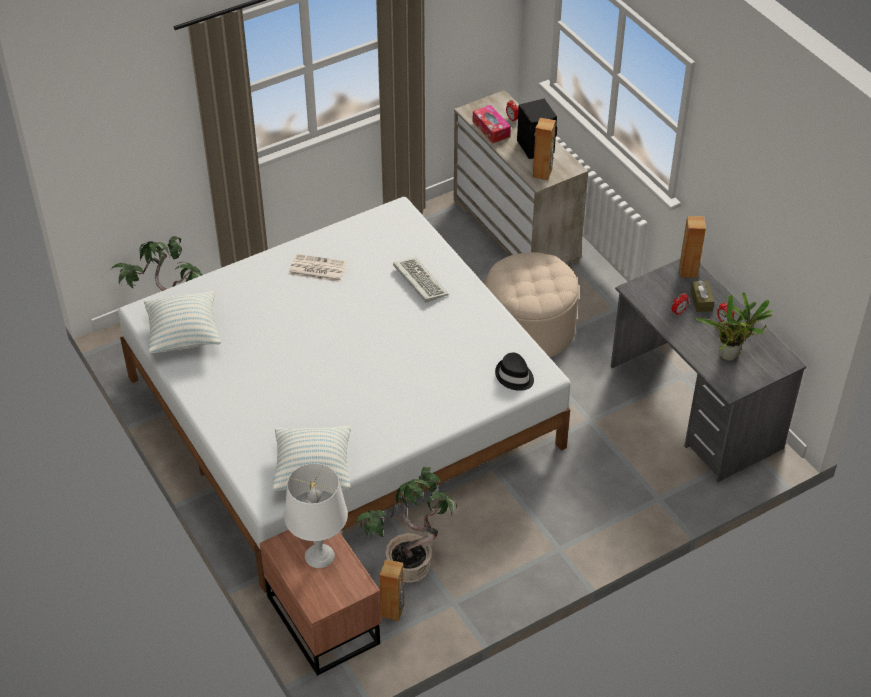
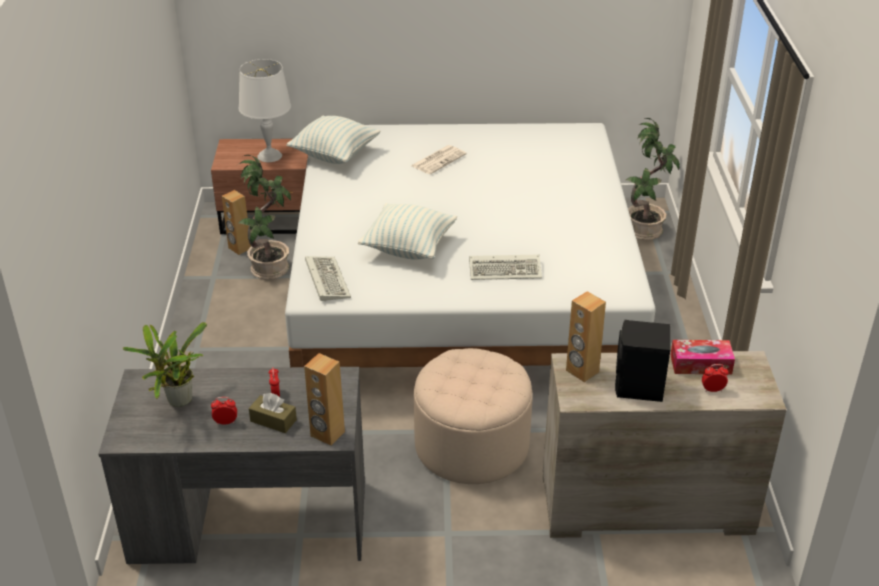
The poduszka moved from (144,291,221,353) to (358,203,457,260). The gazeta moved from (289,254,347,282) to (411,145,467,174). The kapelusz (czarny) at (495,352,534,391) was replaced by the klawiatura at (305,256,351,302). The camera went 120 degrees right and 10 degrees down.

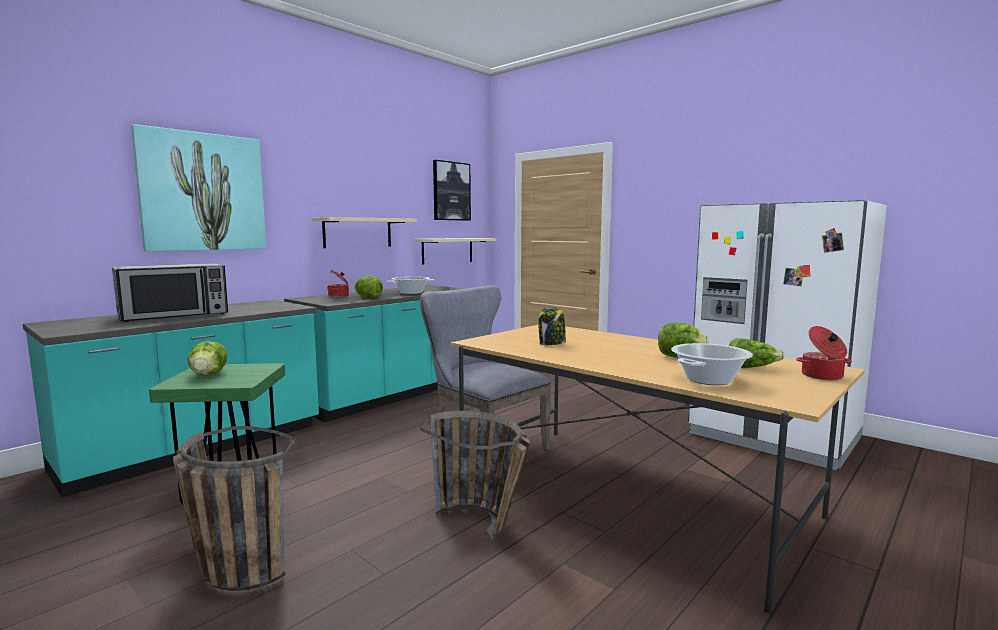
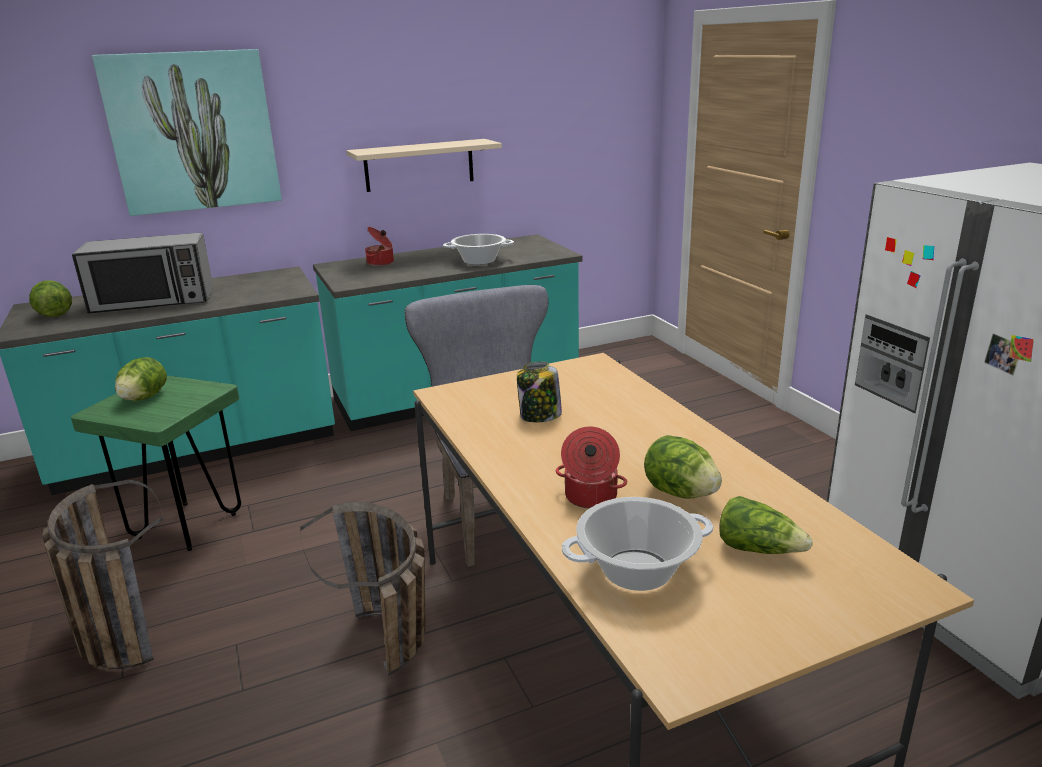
The półka (beżowy) at (414,238,496,264) disappeared. The obraz at (433,160,471,221) disappeared. The sałata moved from (354,276,383,298) to (29,280,72,317). The garnek moved from (796,326,852,380) to (556,427,627,509). The camera went 25 degrees right and 15 degrees up.

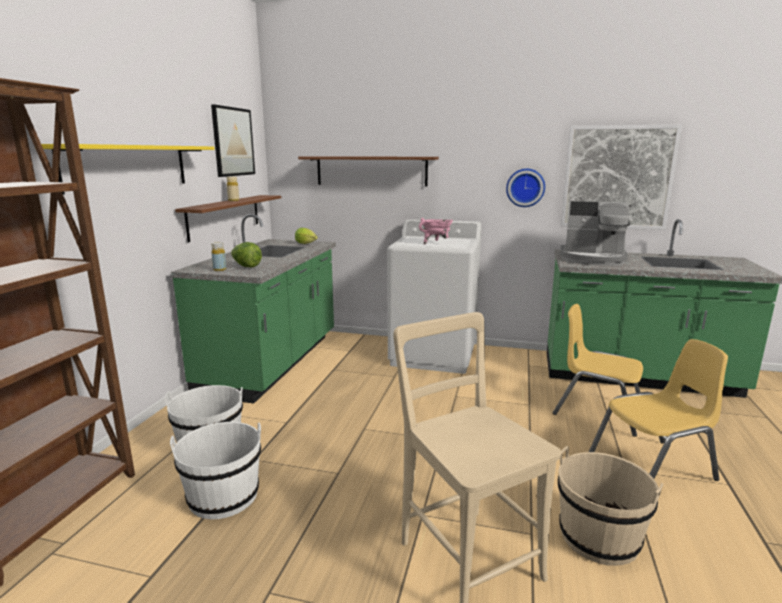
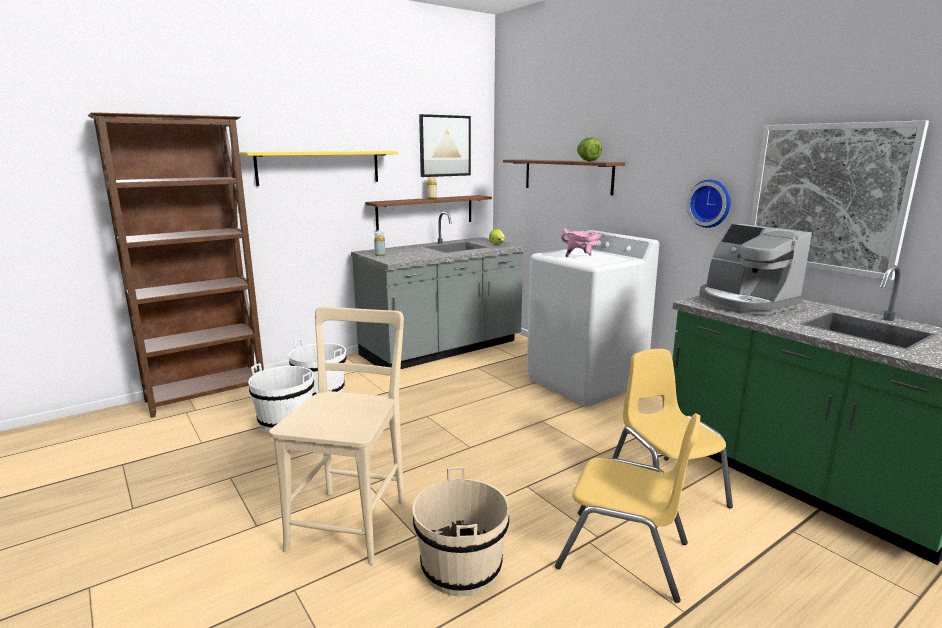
The sałata moved from (231,242,262,268) to (577,137,602,161). The zabudowa kuchenna (zielony) at (171,214,336,404) became the zabudowa kuchenna (szary) at (351,212,527,369). The camera went 40 degrees right and 0 degrees up.

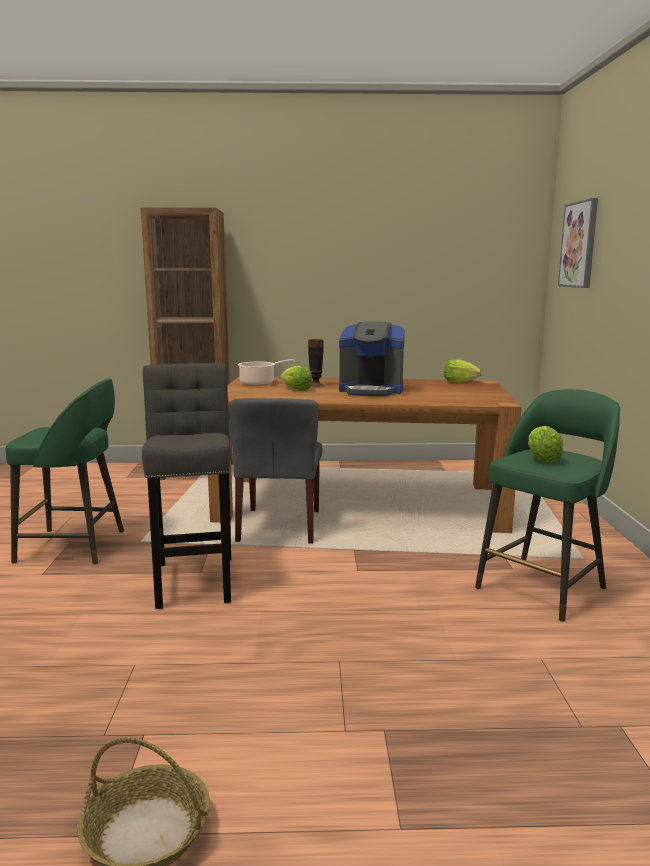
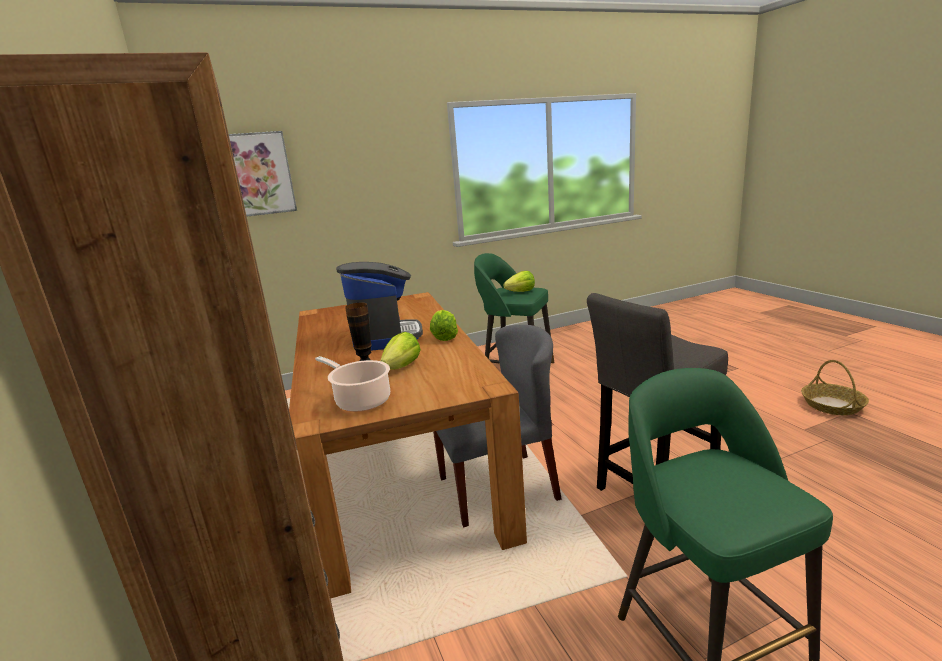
The sałata moved from (444,359,481,383) to (430,310,458,341). The camera went 110 degrees left and 5 degrees up.

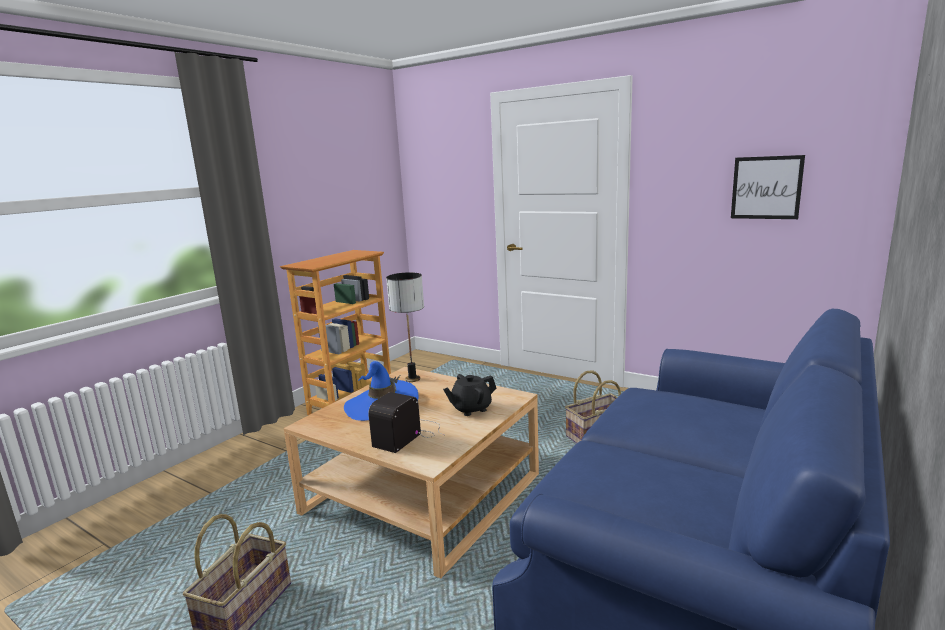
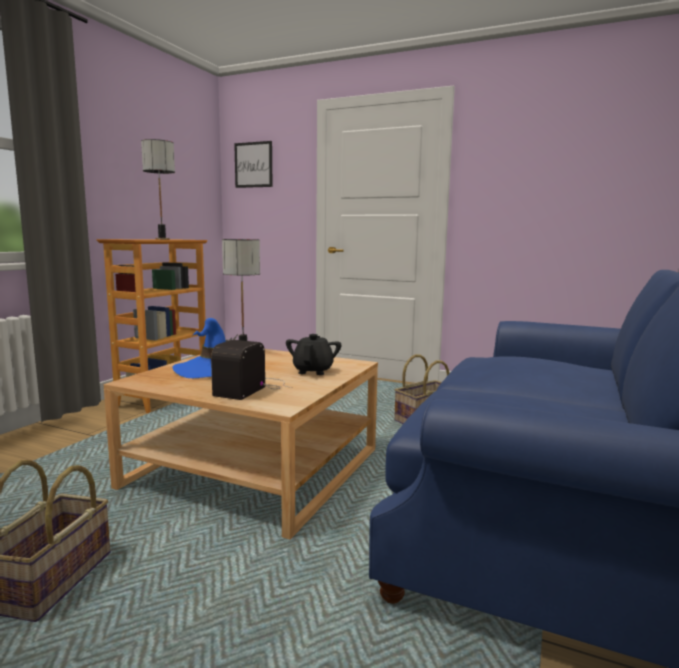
The lampa stołowa at (141,139,175,240) appeared. The obraz moved from (731,155,805,219) to (234,141,272,188). The imbryk (czarny) at (443,374,496,416) turned 135 degrees clockwise. The camera went 10 degrees left and 5 degrees down.

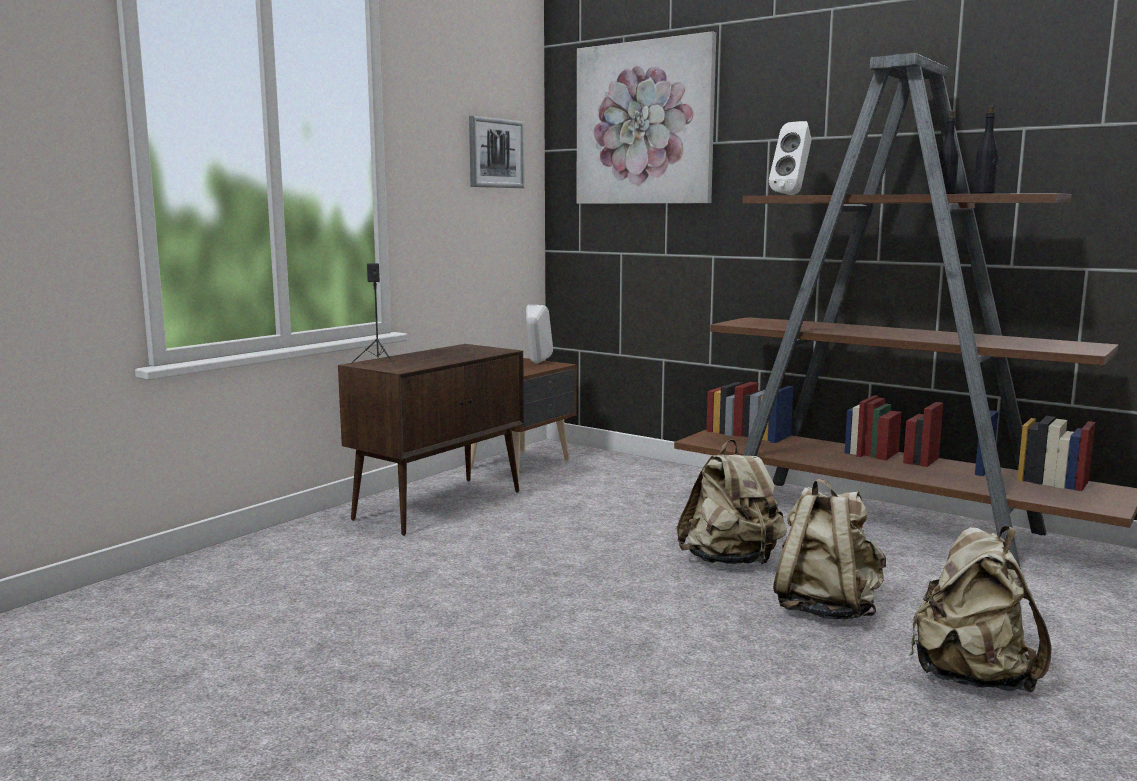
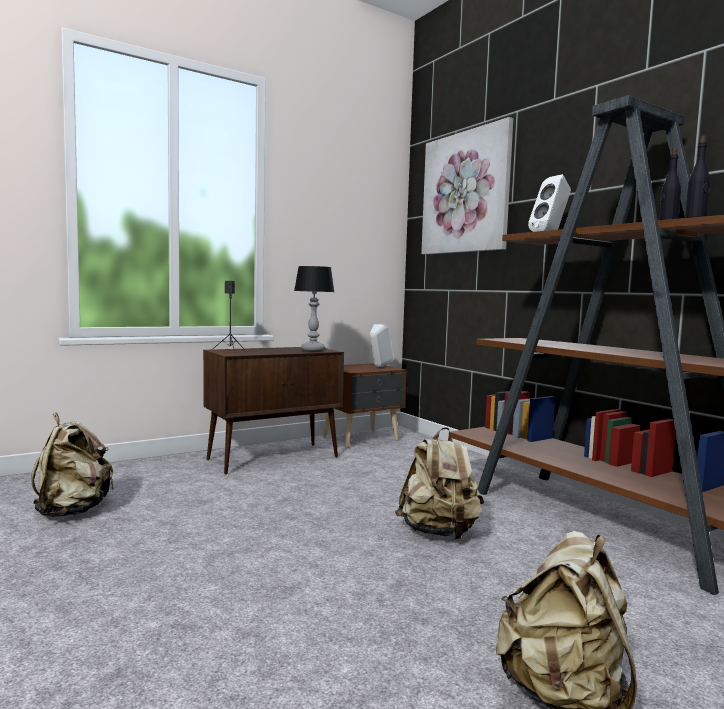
The obraz at (469,116,524,188) disappeared. The lampa stołowa at (294,266,334,351) appeared. The plecak (beżowy) moved from (773,478,886,620) to (31,413,114,517). The camera went 20 degrees right and 5 degrees down.

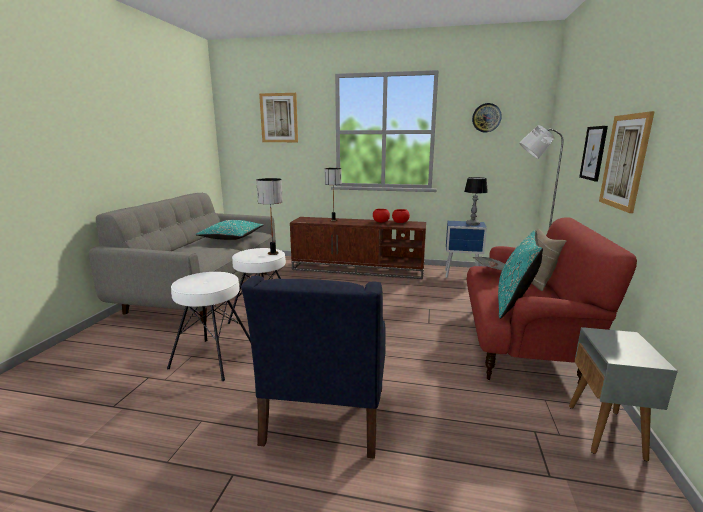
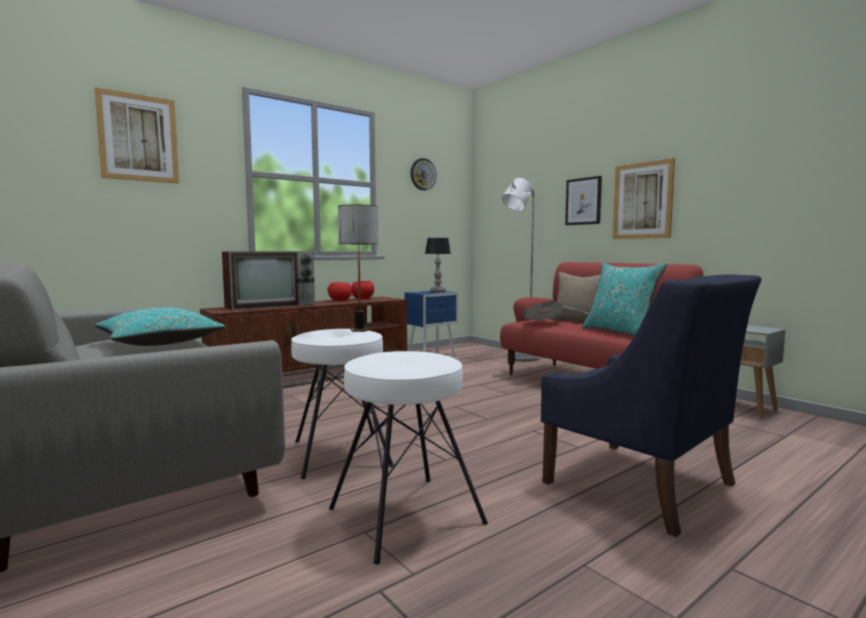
The lampa stołowa at (325,168,342,221) was replaced by the telewizor at (222,251,315,310). The camera went 50 degrees left and 10 degrees down.

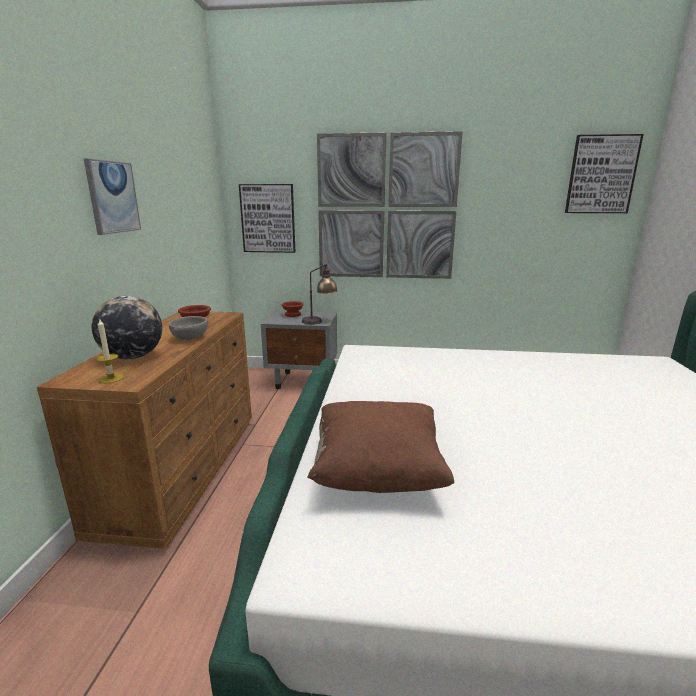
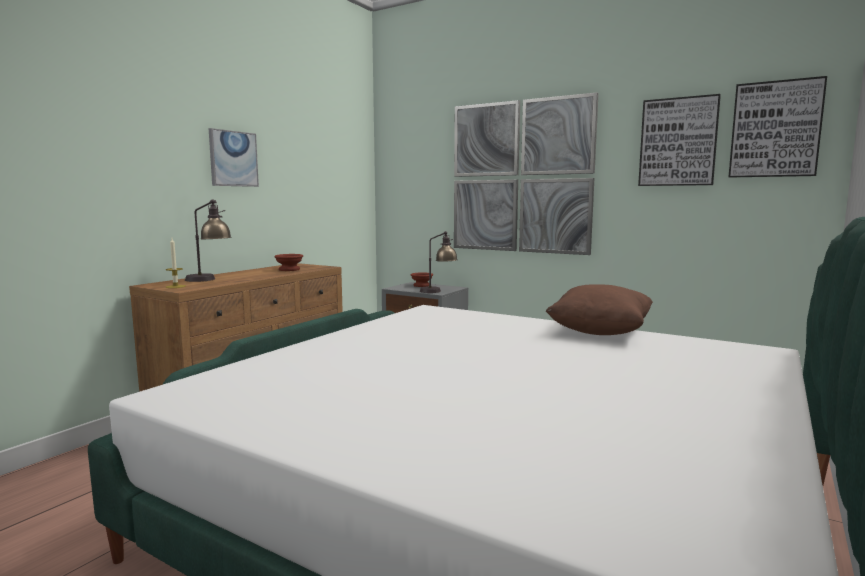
The miska (szary) at (169,316,208,340) disappeared. The obraz moved from (239,184,296,253) to (638,94,721,186). The poduszka (brązowy) moved from (308,401,454,493) to (546,284,653,335). The globus at (92,296,162,359) was replaced by the lampa stołowa at (185,199,232,282). The camera went 25 degrees right and 10 degrees down.

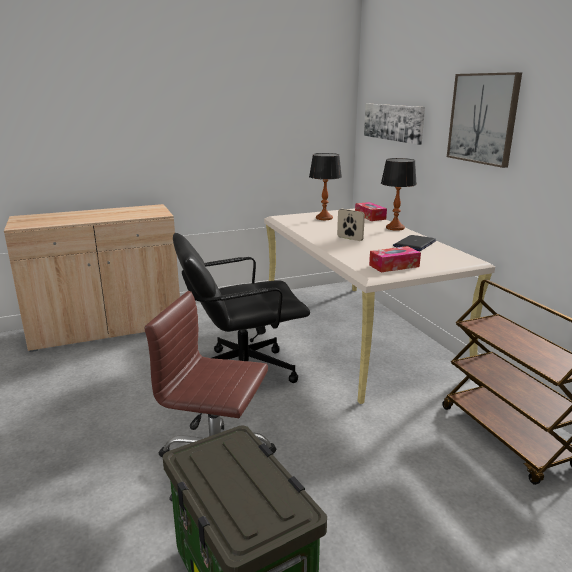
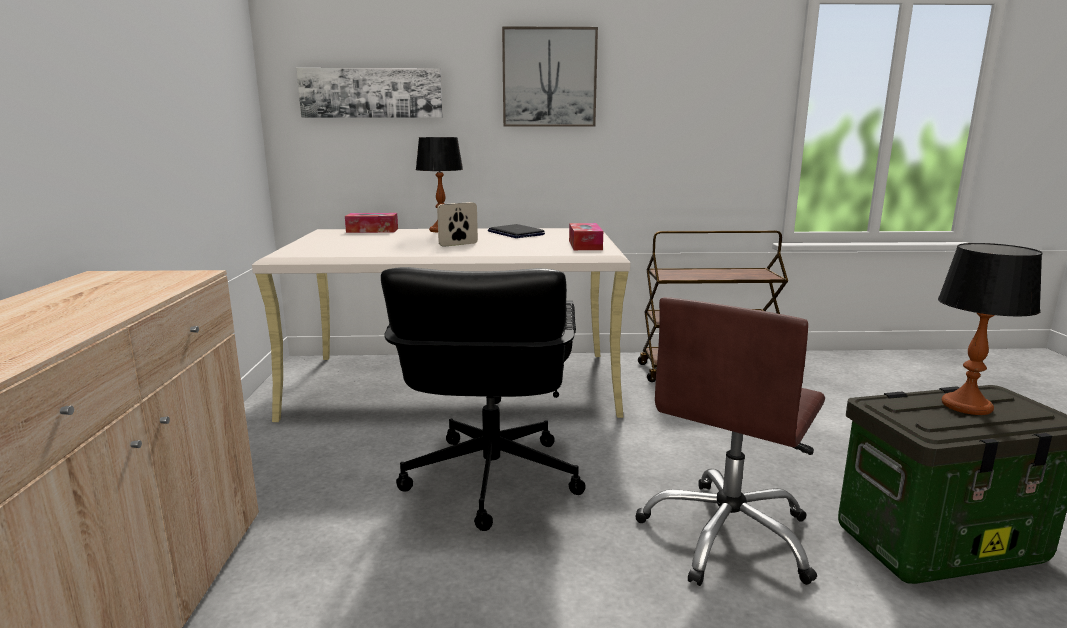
The lampa stołowa moved from (309,153,342,220) to (938,243,1042,415). The camera went 70 degrees left and 5 degrees down.

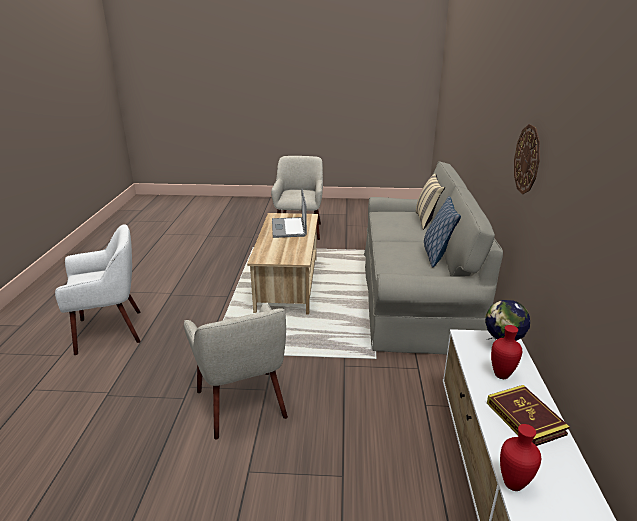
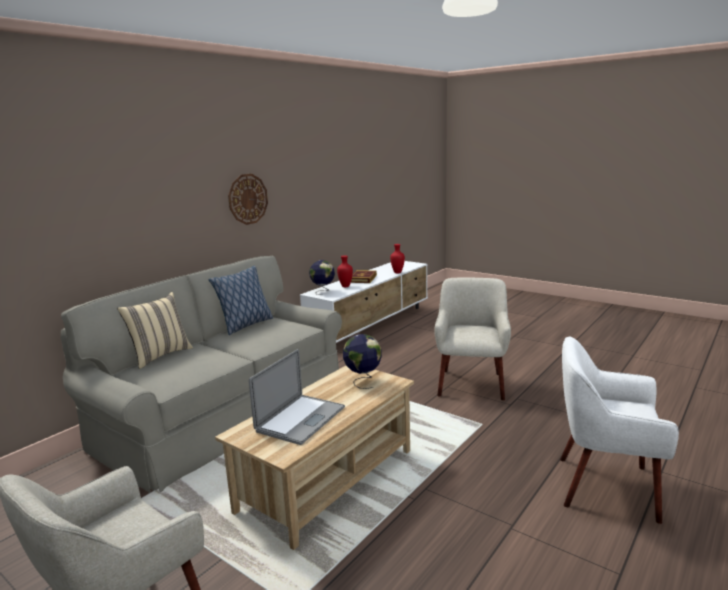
The globus at (343,334,382,389) appeared. The camera went 145 degrees left and 10 degrees down.

